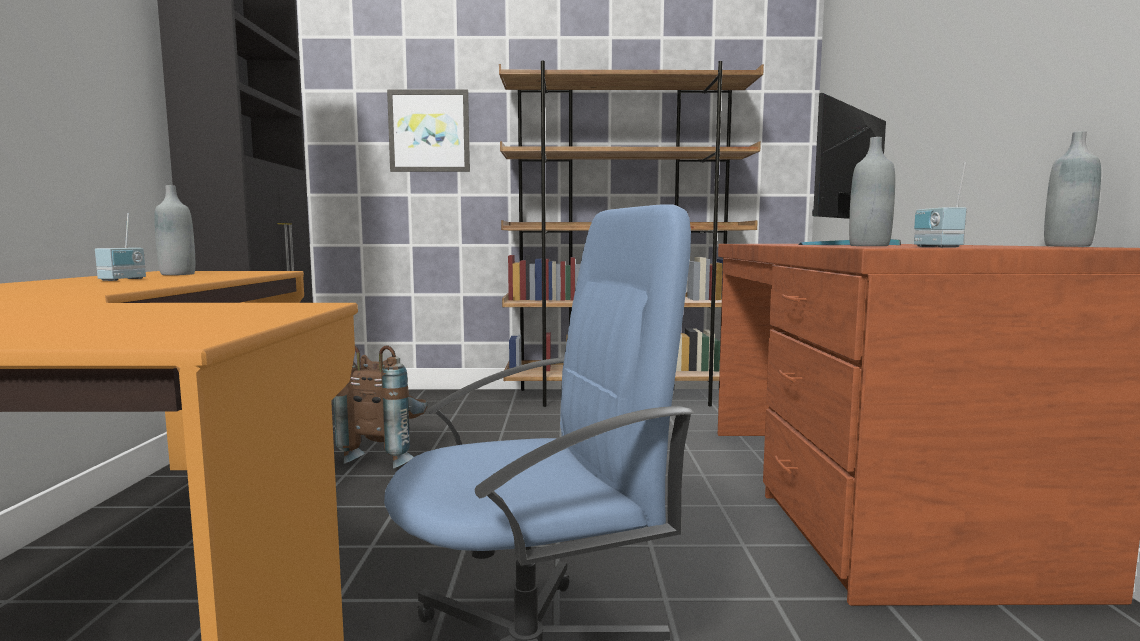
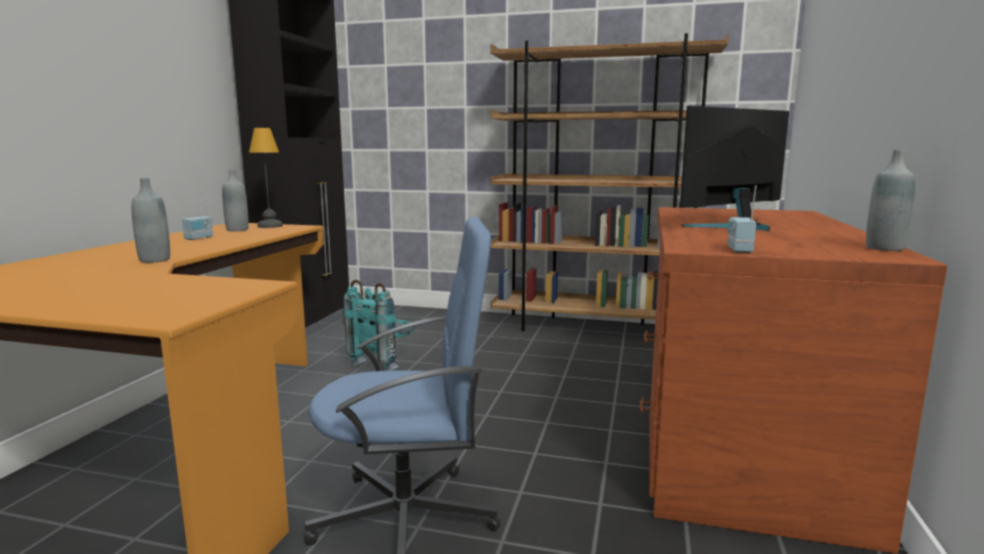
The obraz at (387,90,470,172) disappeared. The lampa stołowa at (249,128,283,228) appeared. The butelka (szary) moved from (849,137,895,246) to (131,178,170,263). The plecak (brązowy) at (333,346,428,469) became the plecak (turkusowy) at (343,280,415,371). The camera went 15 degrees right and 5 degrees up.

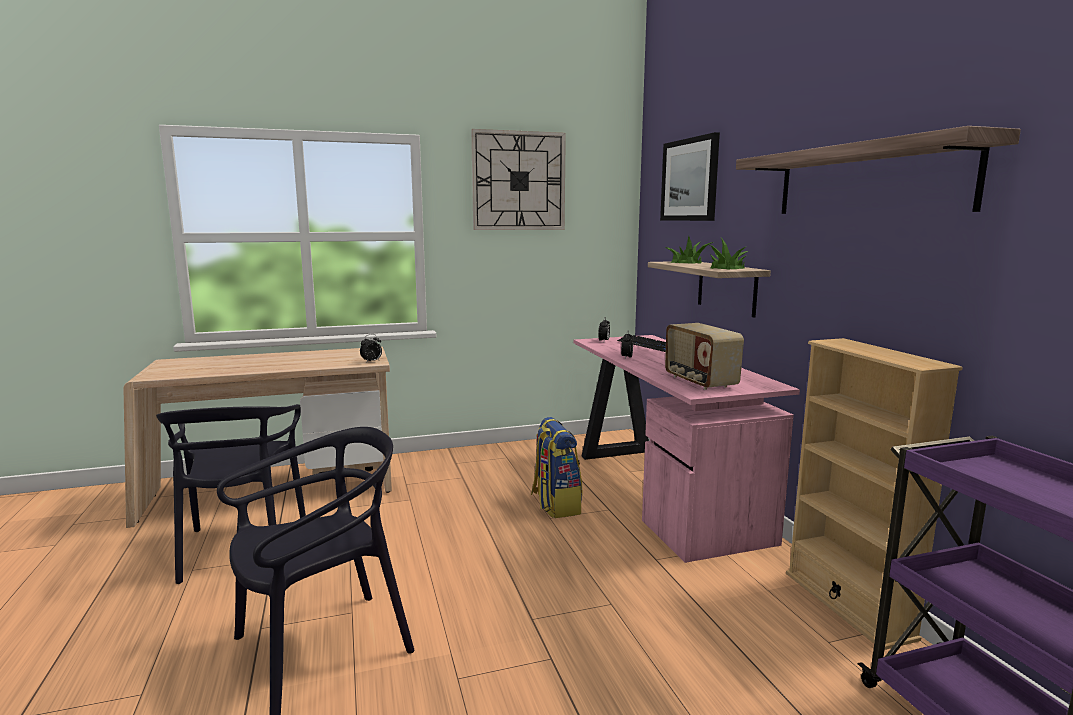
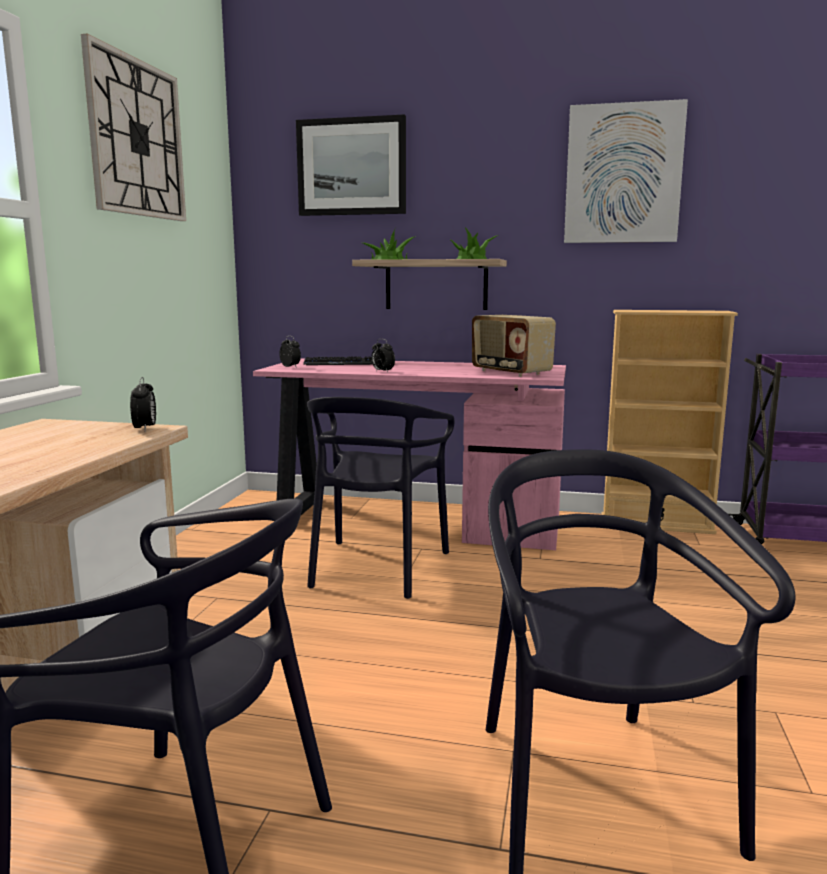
The plecak at (531,417,582,518) was replaced by the krzesło (czarny) at (307,397,454,599). The półka at (736,126,1021,214) was replaced by the obraz at (564,99,688,243). The radio at (665,323,744,390) turned 45 degrees clockwise. The camera went 60 degrees left and 0 degrees up.

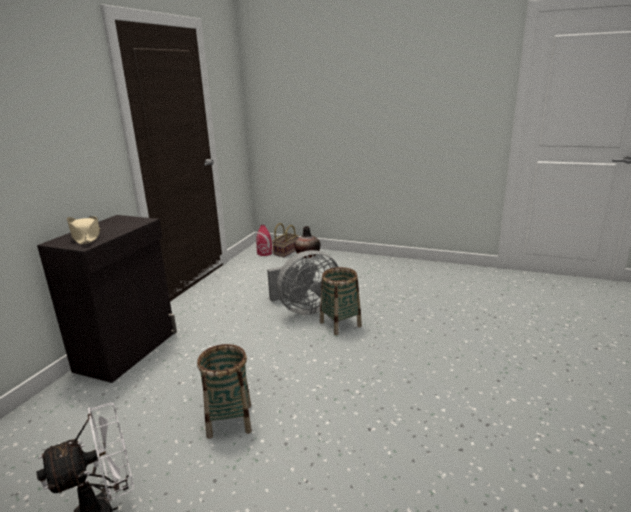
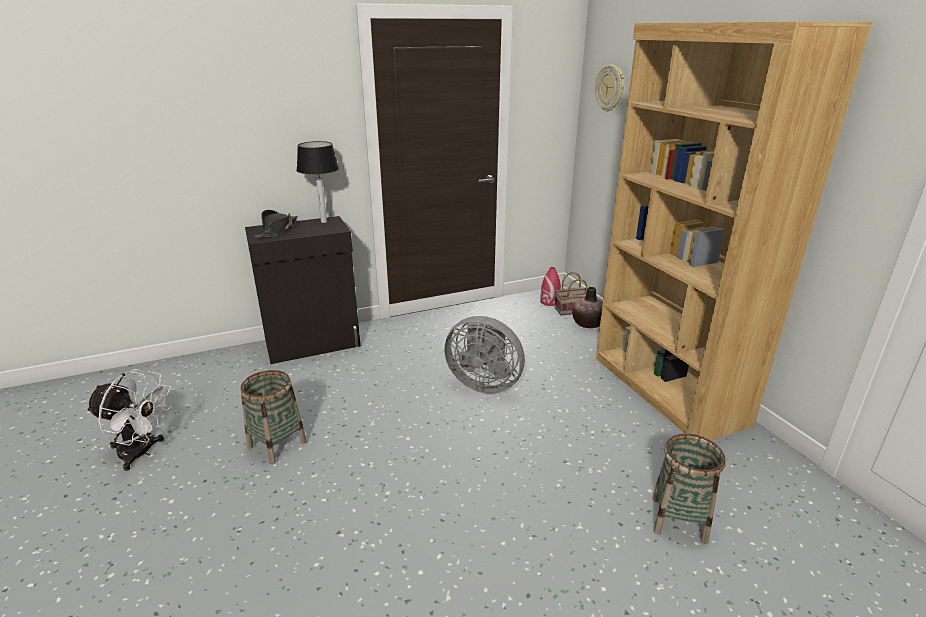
The lampa stołowa at (297,141,339,223) appeared. The regał (brązowy) at (596,21,873,441) appeared. The zegar ścienny at (596,65,624,112) appeared. The koszyk moved from (320,267,362,335) to (652,434,726,544). The kapelusz (beżowy) at (67,216,100,245) became the kapelusz (czarny) at (255,210,298,238). The camera went 45 degrees right and 5 degrees up.

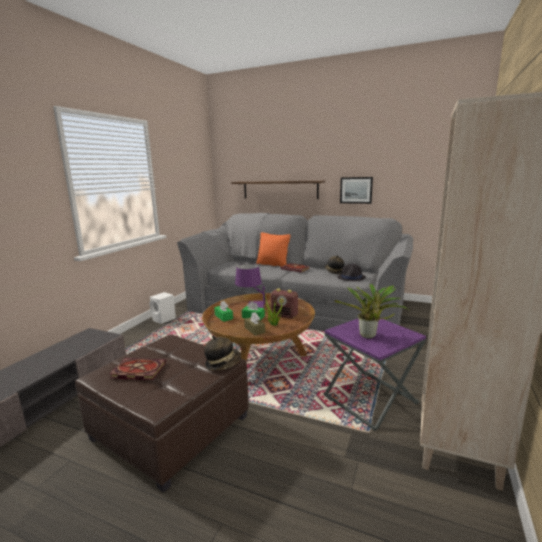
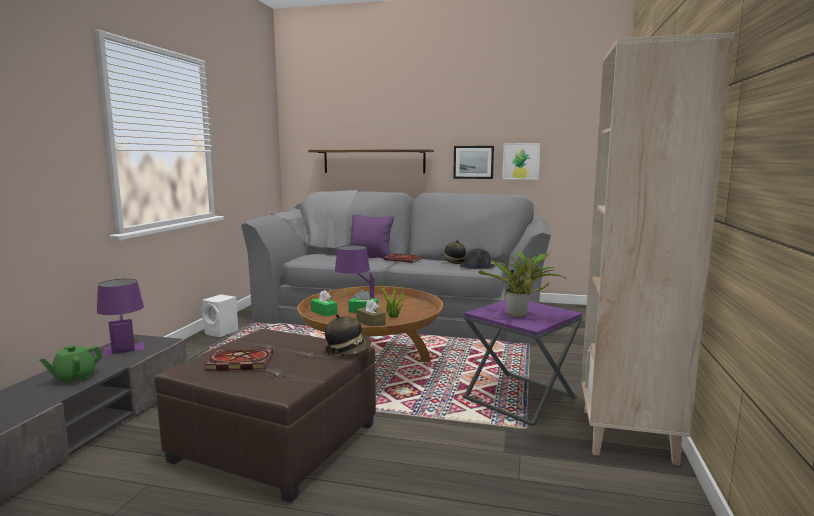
The radio at (270,288,298,319) disappeared. The imbryk (zielony) at (39,345,103,384) appeared. The lampa stołowa (fioletowy) at (97,279,145,355) appeared. The obraz at (502,143,540,179) appeared. The poduszka (pomarańczowy) at (256,232,291,267) became the poduszka (fioletowy) at (350,215,394,258). The camera went 10 degrees left and 5 degrees down.

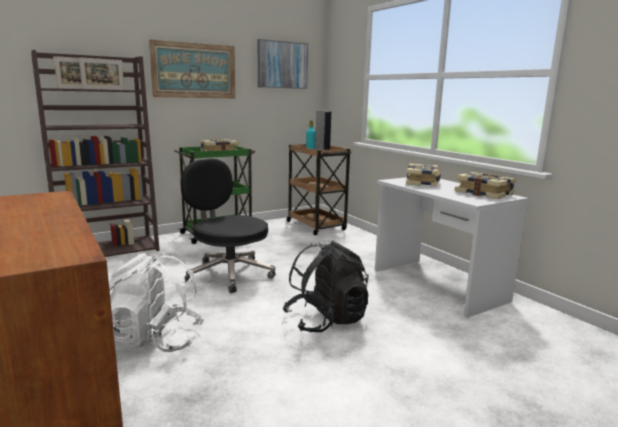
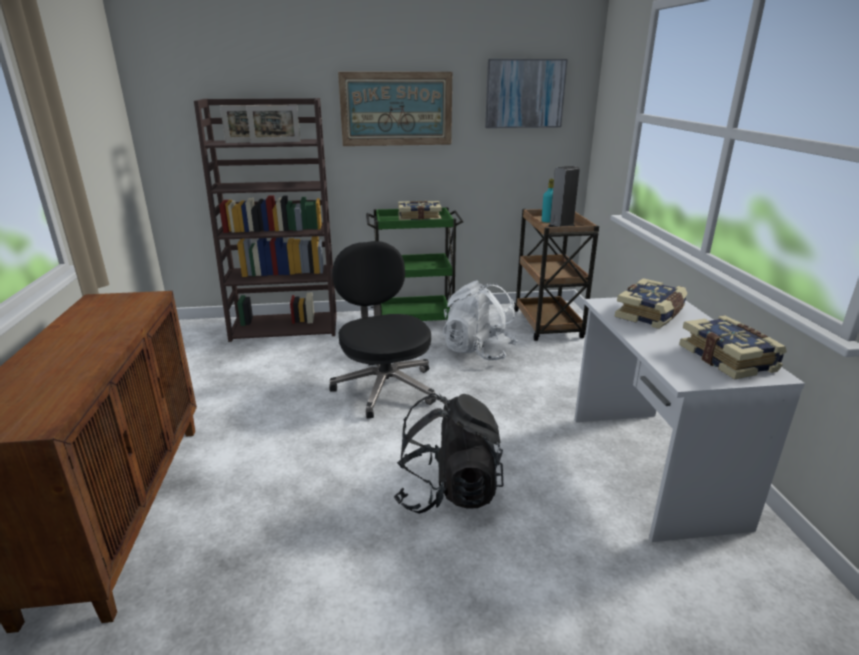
The plecak (biały) moved from (109,253,205,352) to (443,281,518,360). The camera went 25 degrees right and 10 degrees up.

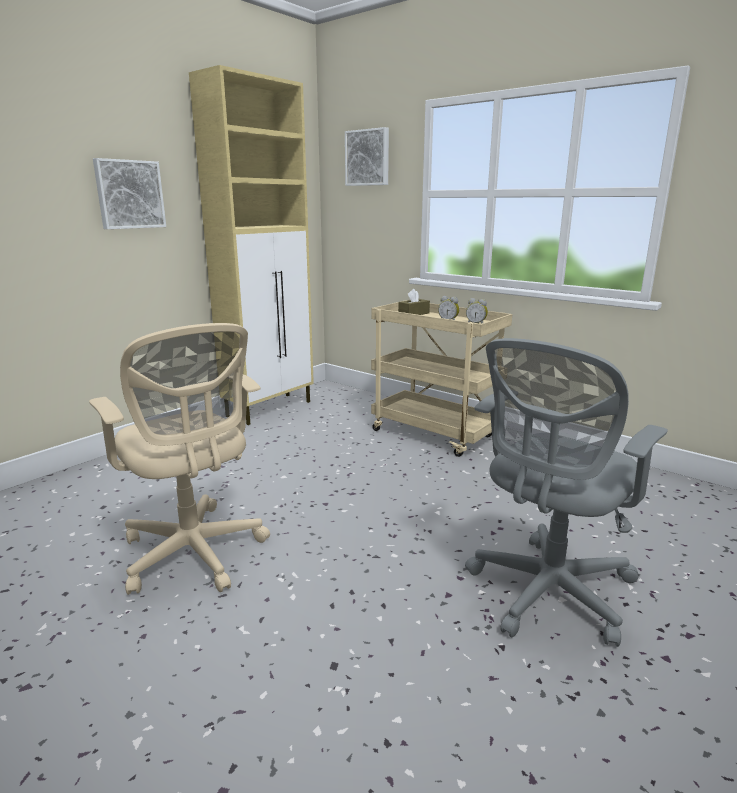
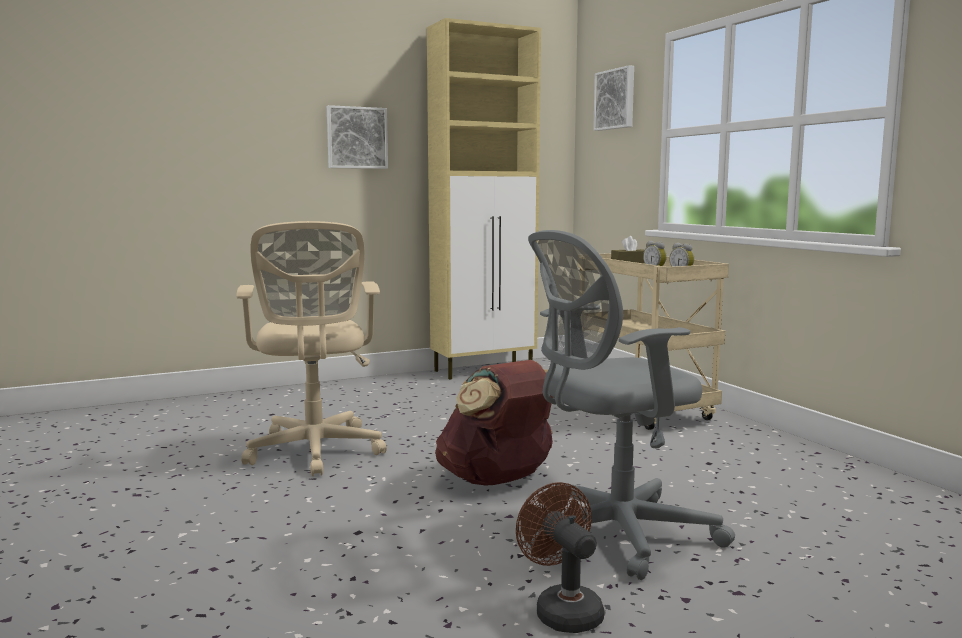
The plecak (brązowy) at (435,360,554,486) appeared. The wentylator (brązowy) at (516,482,604,633) appeared. The camera went 25 degrees right and 10 degrees down.

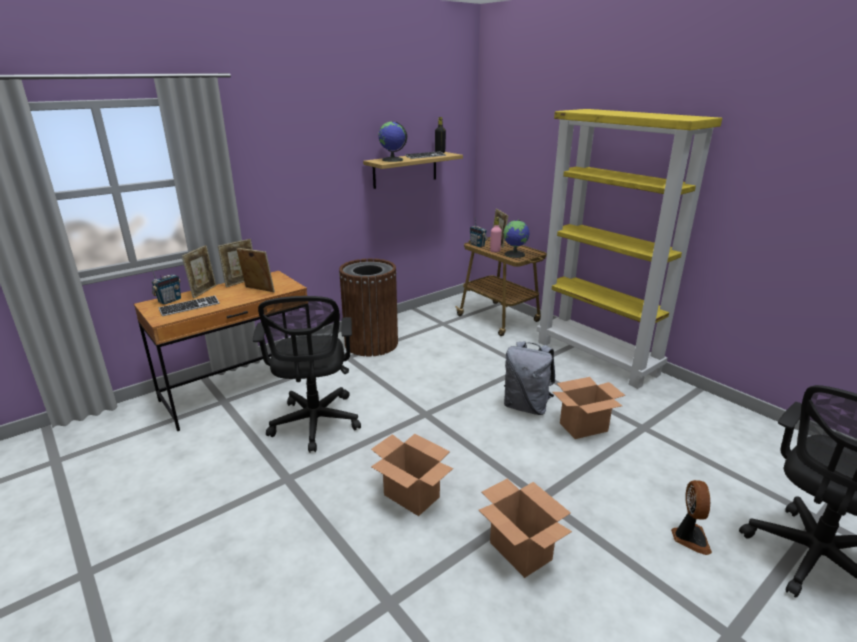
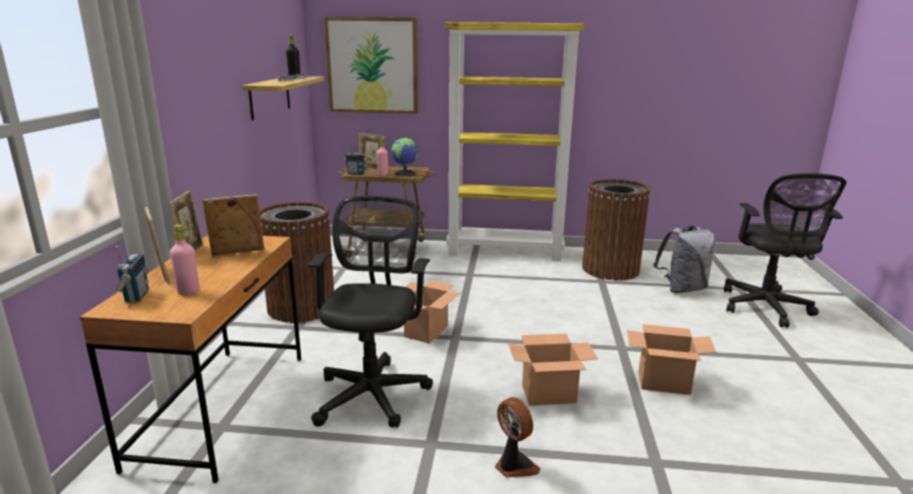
The globus at (378,122,407,162) disappeared. The obraz at (324,17,418,114) appeared. The kosz na śmieci (brązowy) at (582,179,650,281) appeared. The plecak (szary) moved from (504,341,555,415) to (653,226,715,293). The karton moved from (553,377,626,439) to (404,281,460,344). The wentylator moved from (671,480,712,555) to (495,397,540,477). The klawiatura at (158,295,220,316) was replaced by the butelka (różowy) at (170,224,200,295). The krzesło biurowe (czarny) at (253,296,361,453) turned 120 degrees counterclockwise. The camera went 45 degrees left and 5 degrees down.

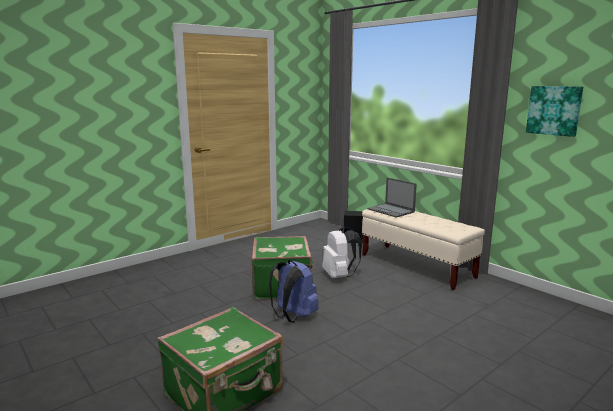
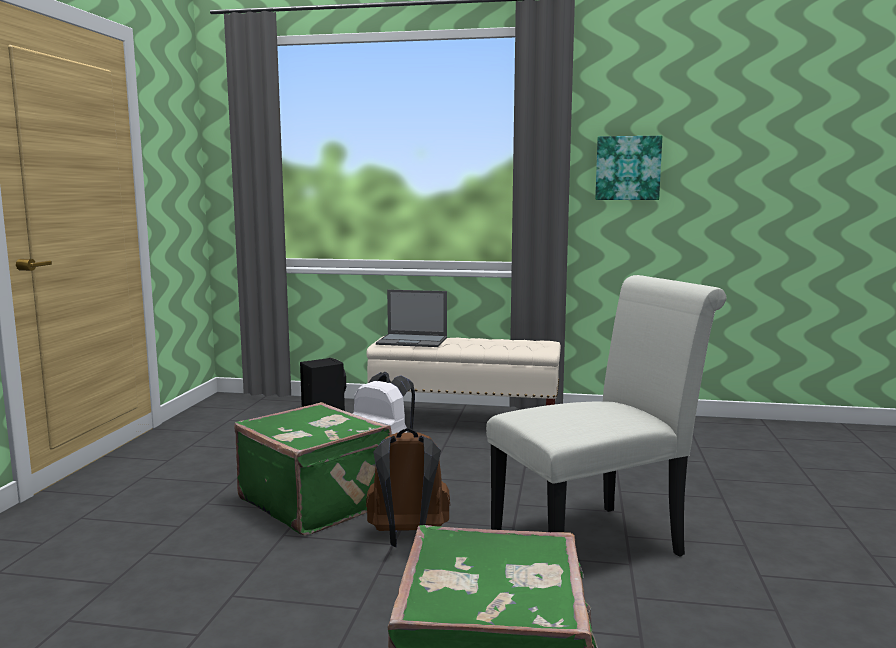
The krzesło (biały) at (486,275,726,556) appeared. The plecak (niebieski) at (269,260,318,323) became the plecak (brązowy) at (366,428,450,547). The camera went 40 degrees left and 5 degrees down.

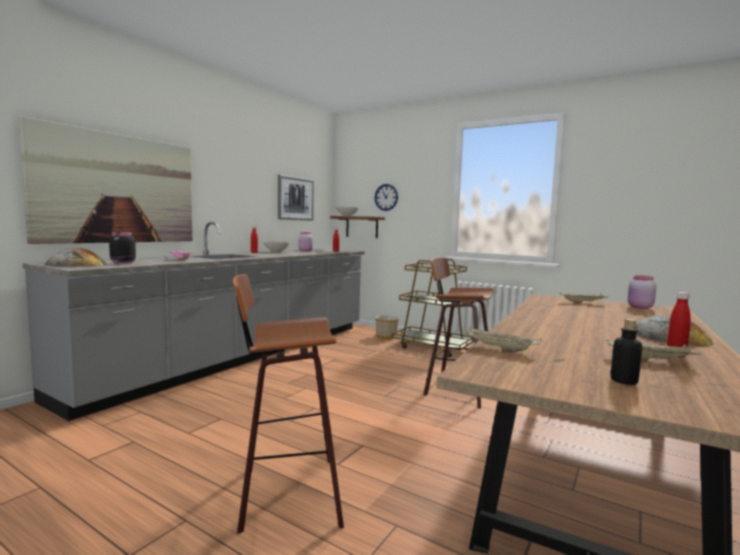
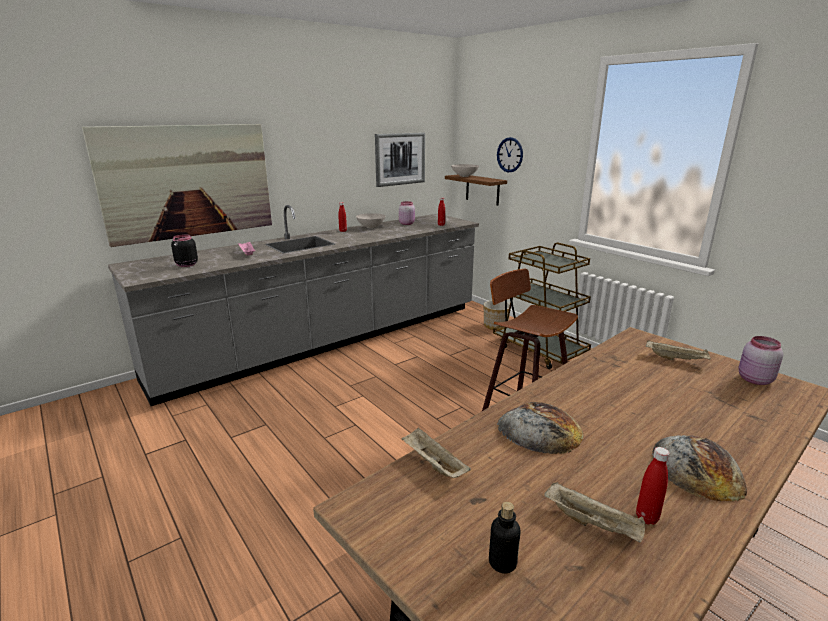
The stołek at (233,274,344,533) disappeared. The chleb moved from (46,248,106,267) to (497,402,584,454). The camera went 20 degrees right and 15 degrees up.

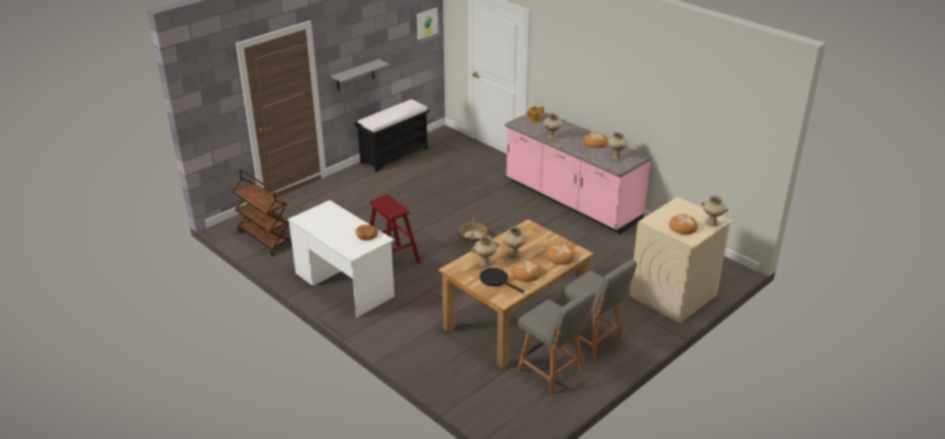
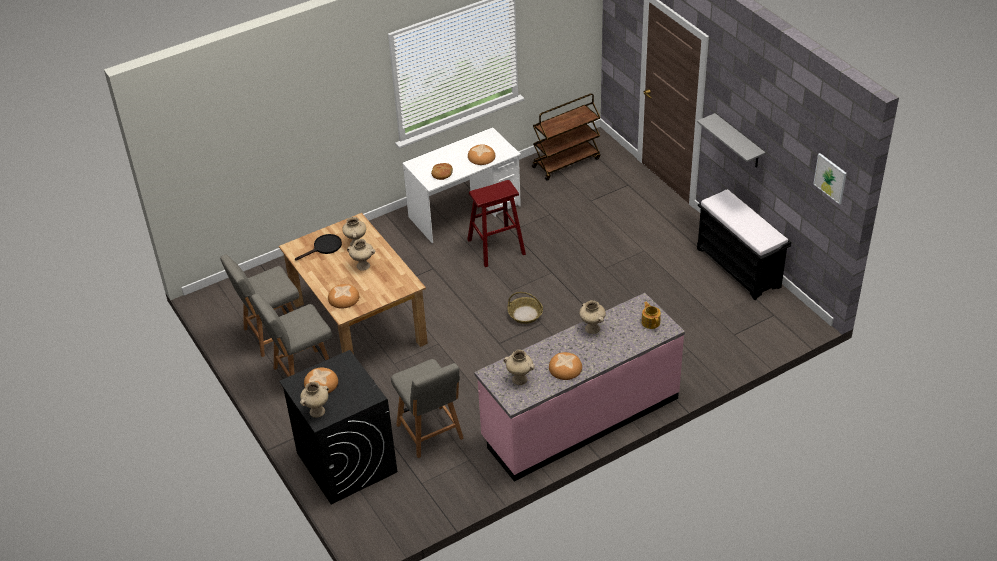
The krzesło (szary) at (391,359,464,458) appeared. The chleb moved from (512,260,542,282) to (468,144,495,165). The pralka (beżowy) at (629,197,733,323) became the pralka (czarny) at (279,350,397,504). The camera went 105 degrees right and 10 degrees up.

